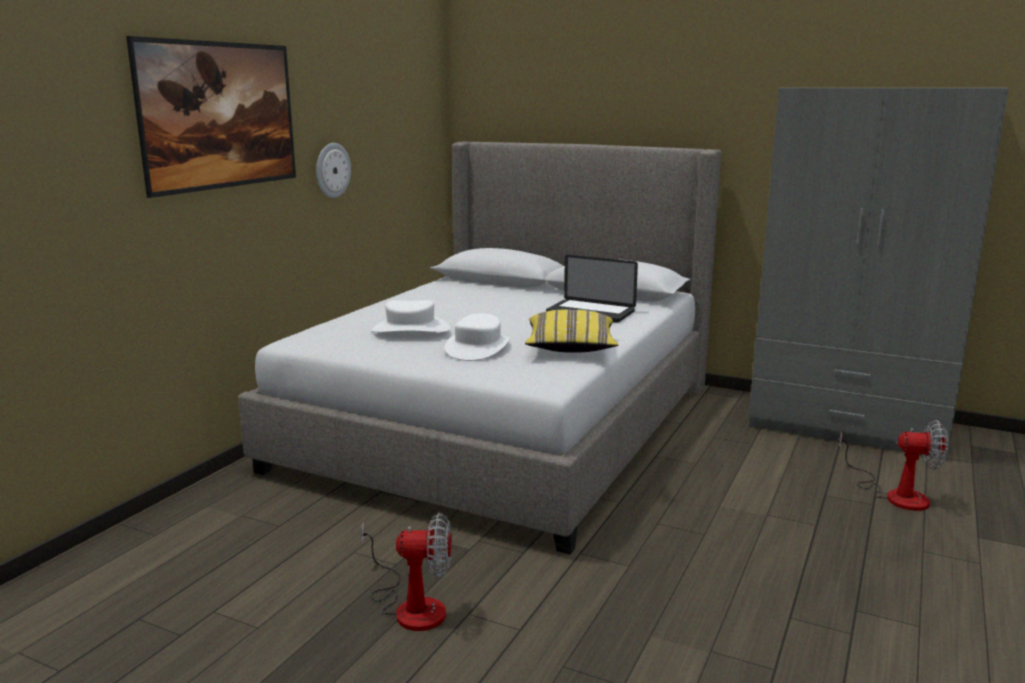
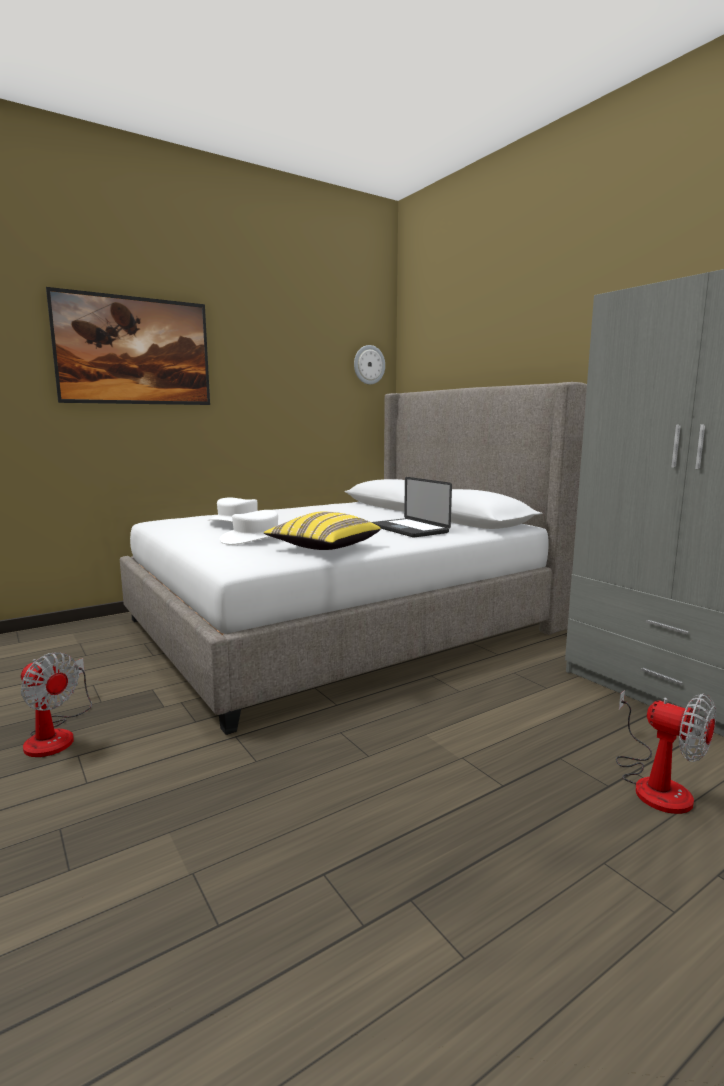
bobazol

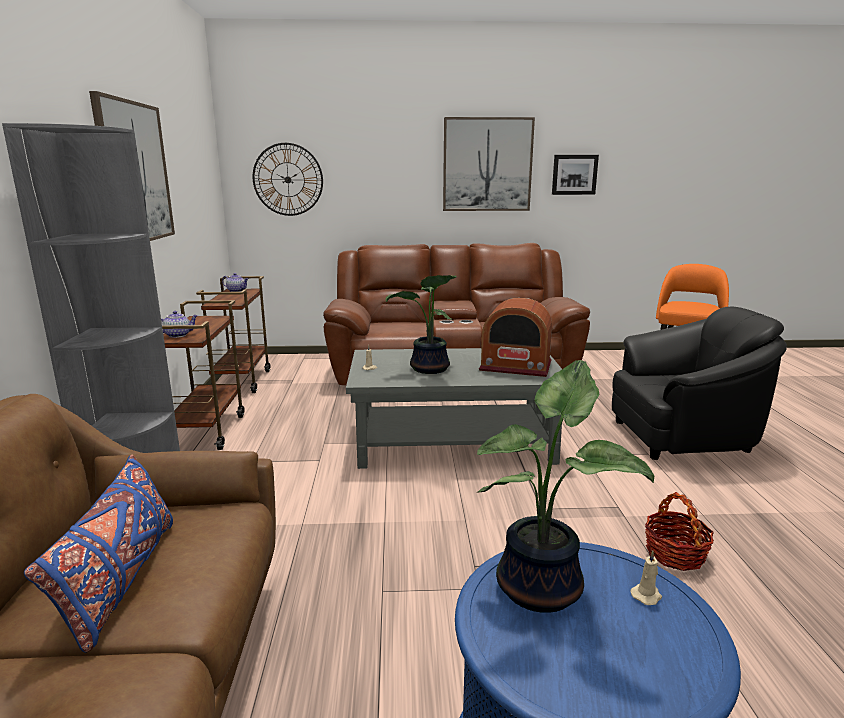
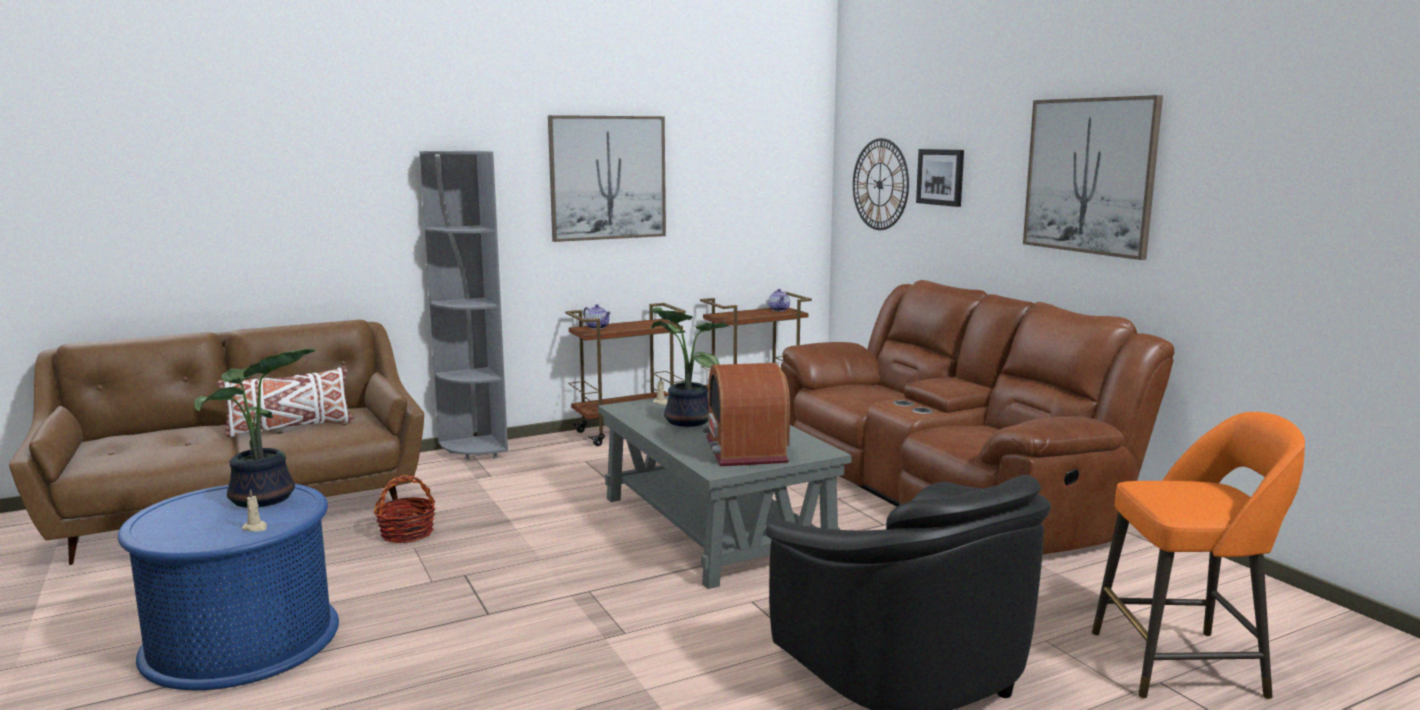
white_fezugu
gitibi (2nd from left)
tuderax

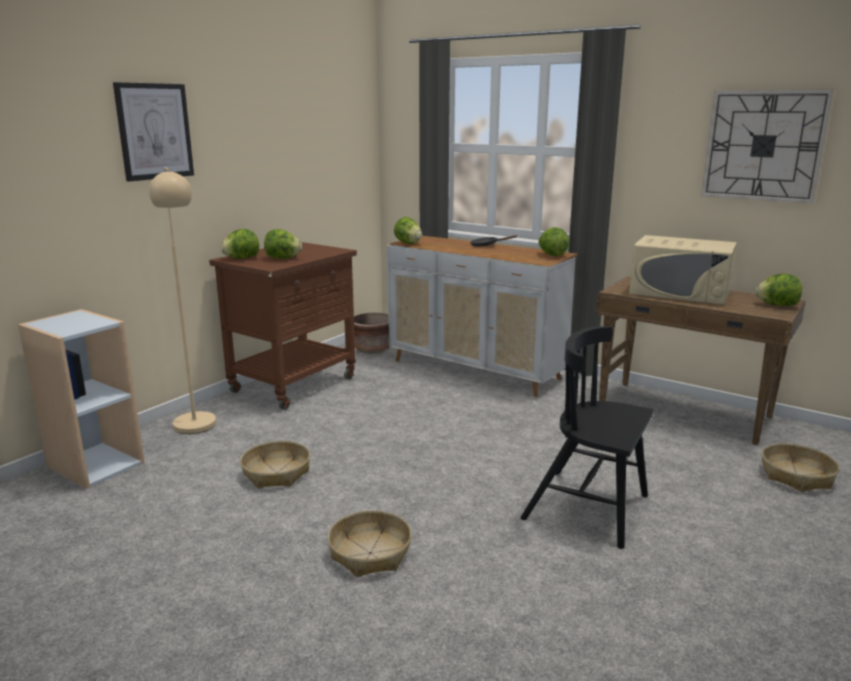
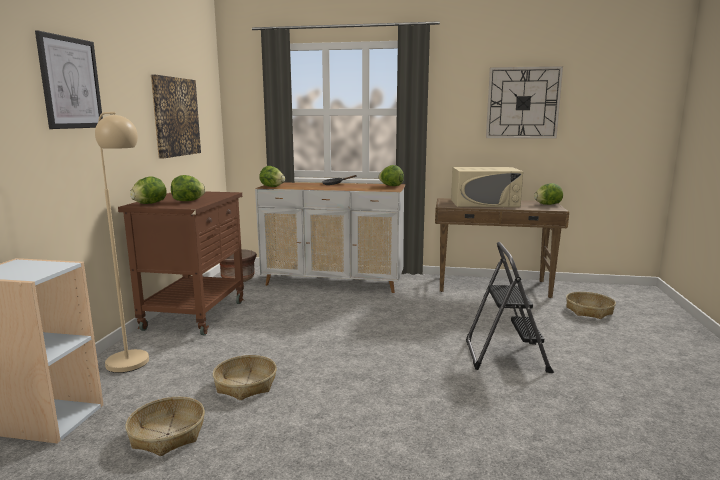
tuderax (1st from left)
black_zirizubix
gitibi (2nd from left)

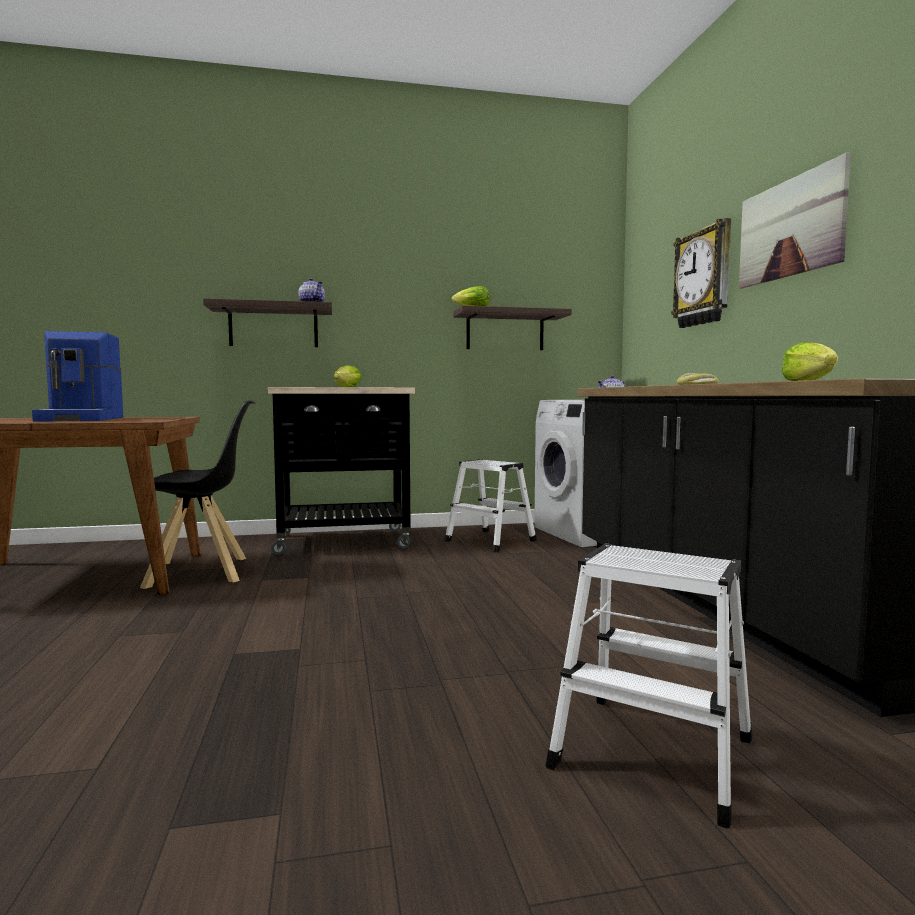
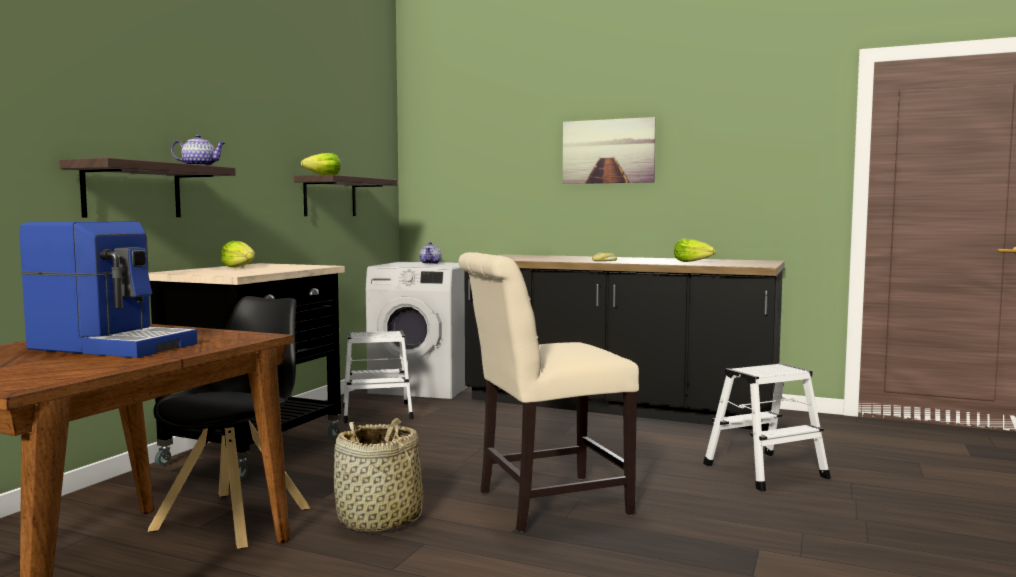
bobazol
tuderax
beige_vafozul

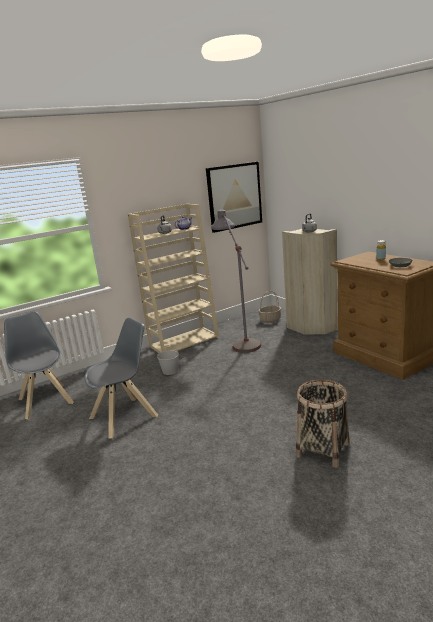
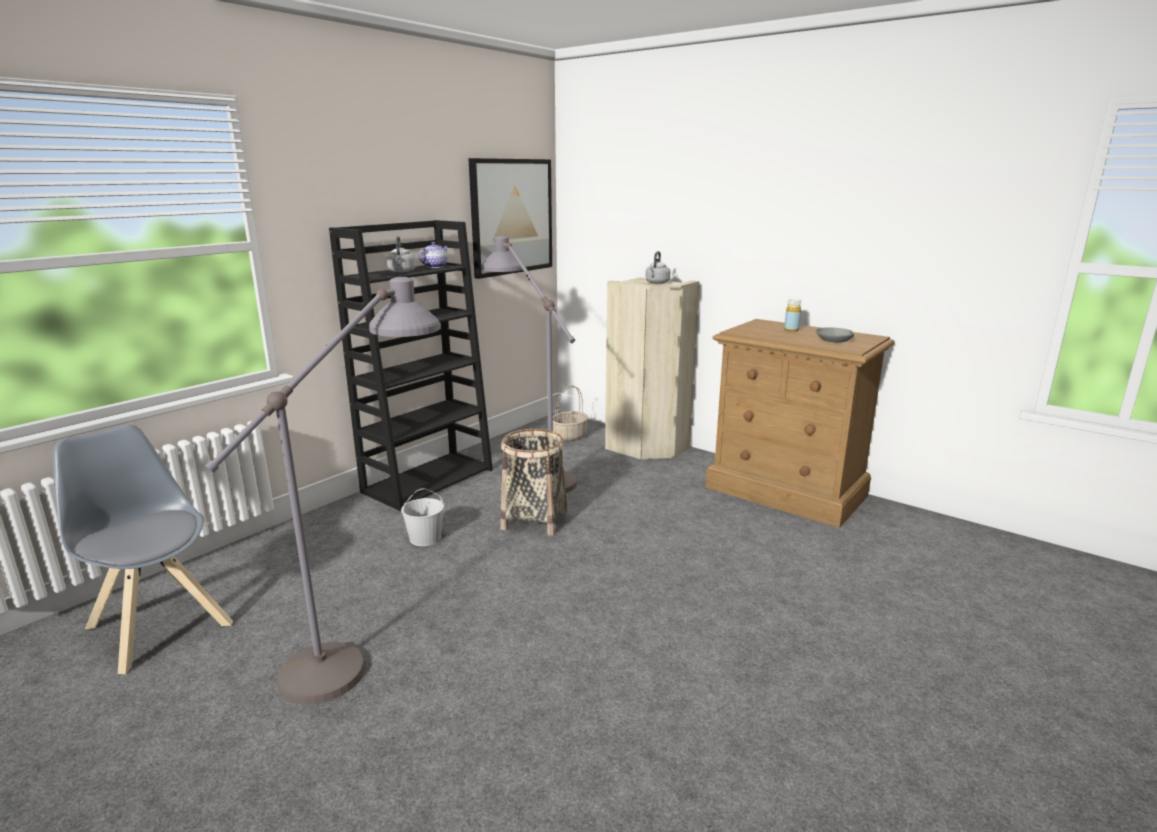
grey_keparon (1st from left)
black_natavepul
tuderax (1st from left)

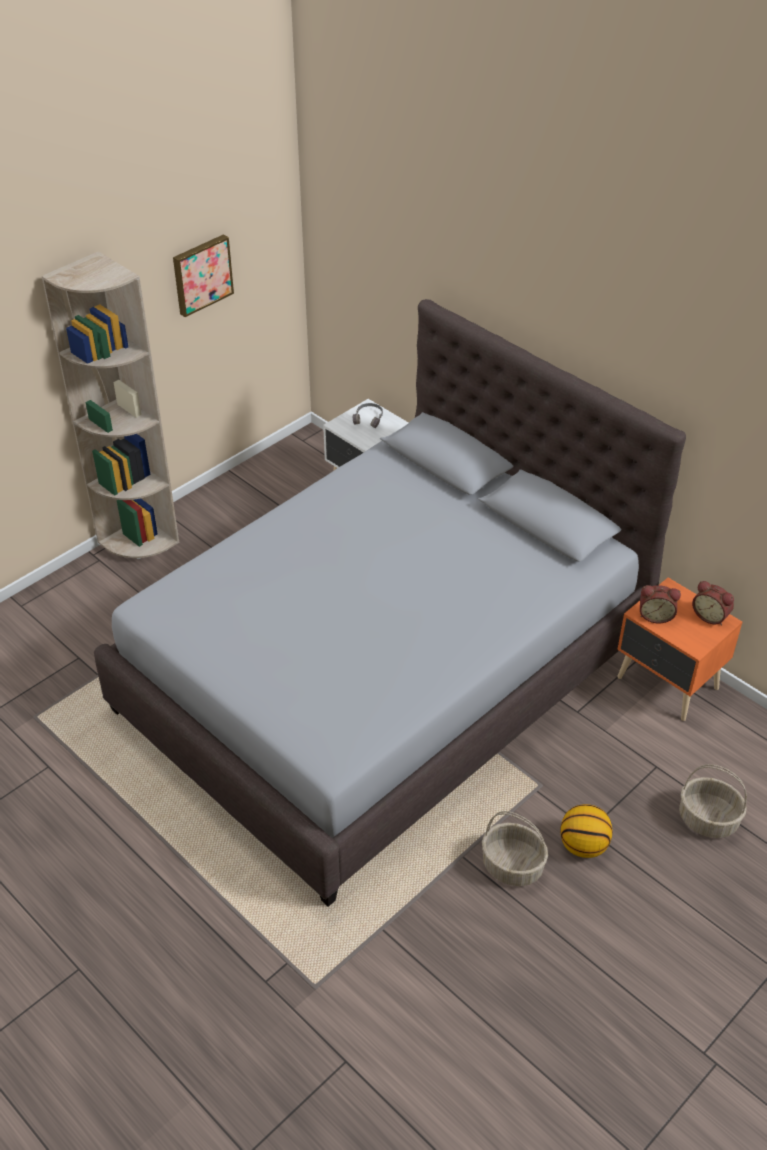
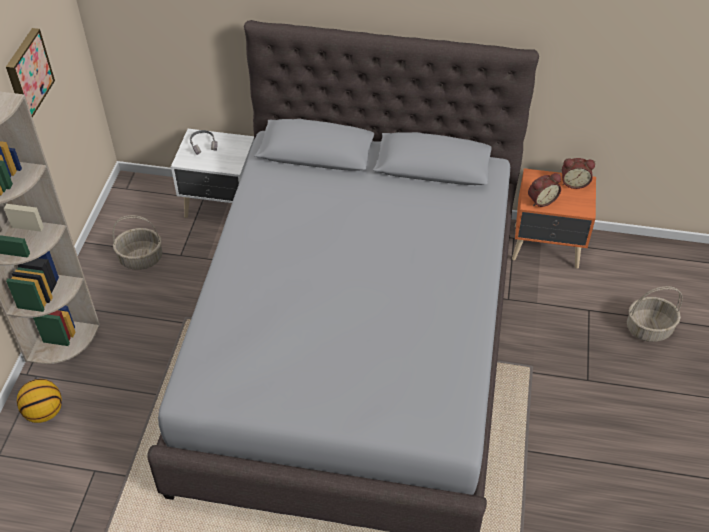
tuderax (1st from left)
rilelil

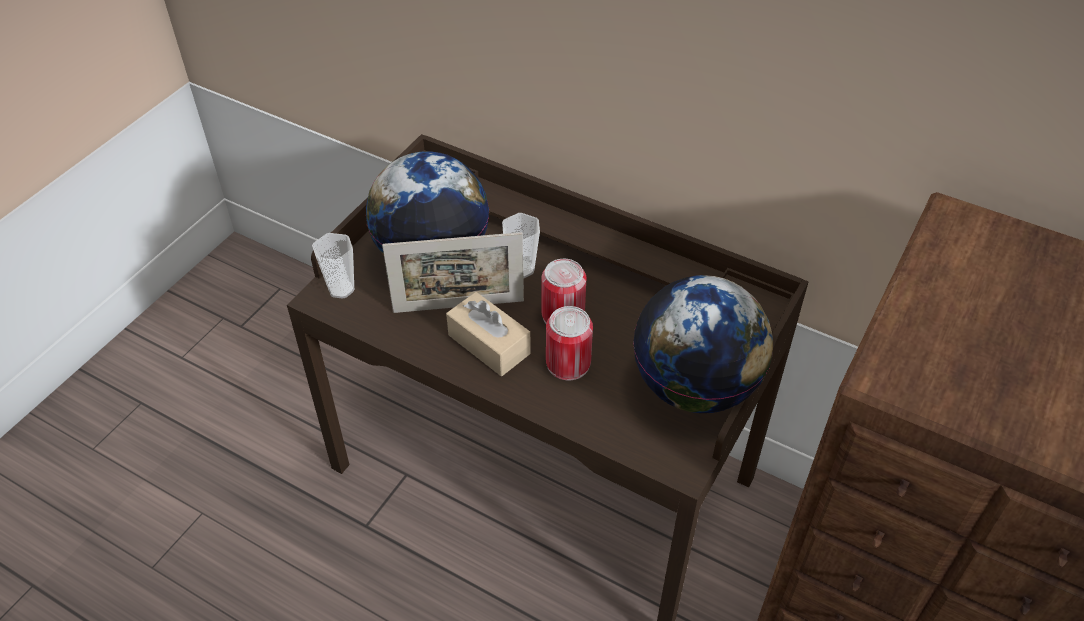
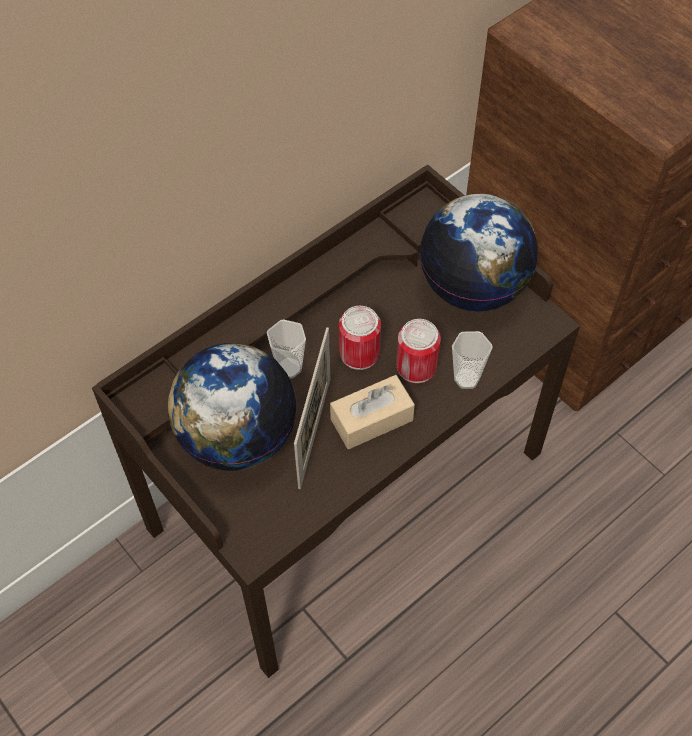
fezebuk (2nd from left)

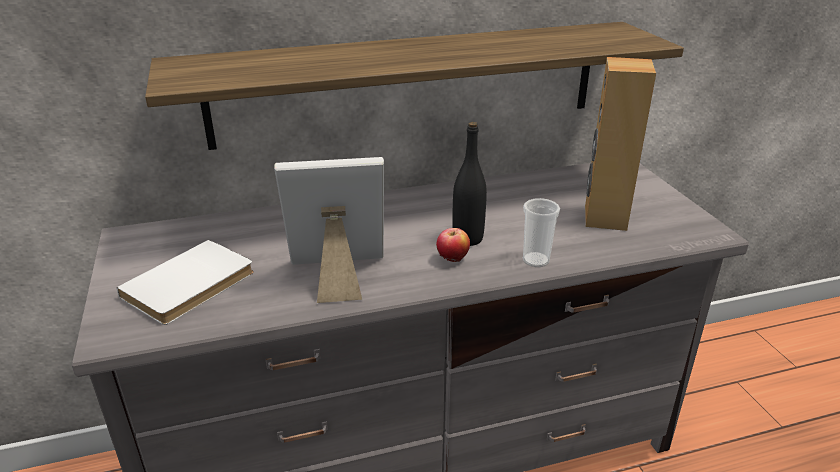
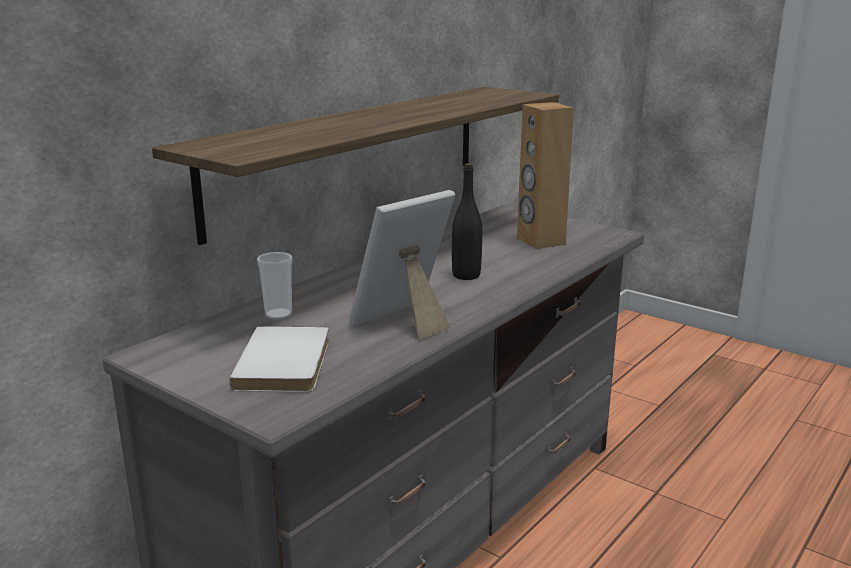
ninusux
fezebuk

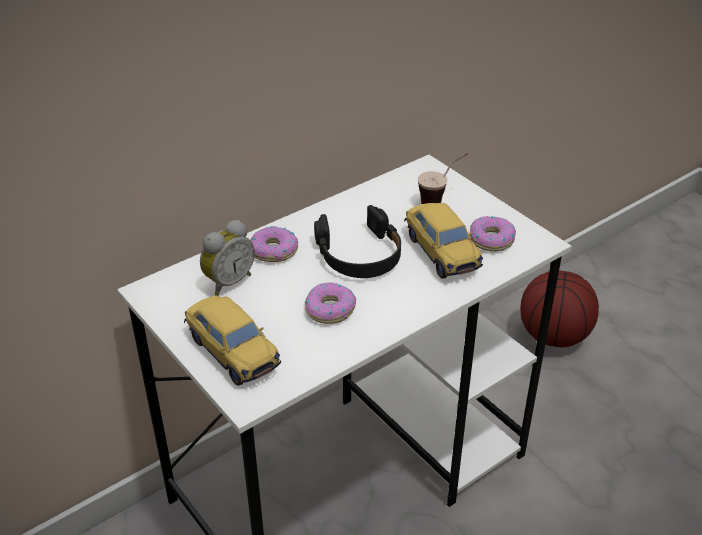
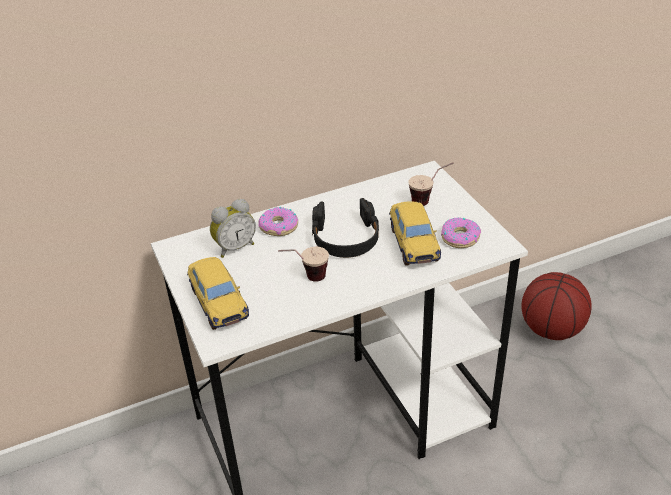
fezebuk (1st from left)

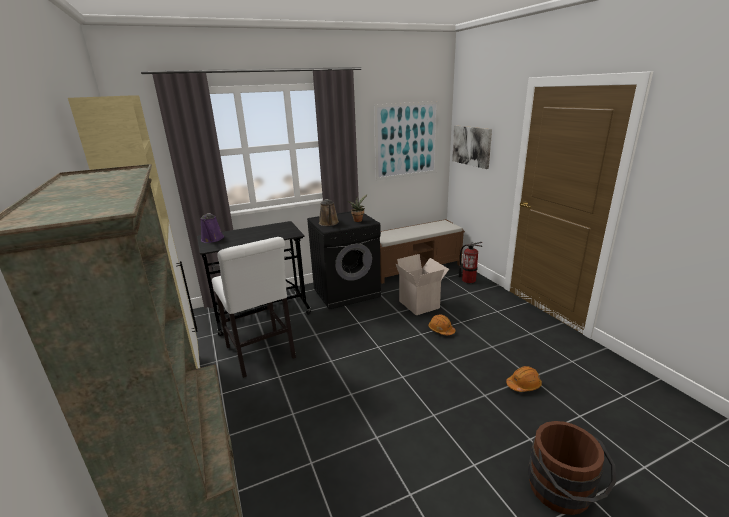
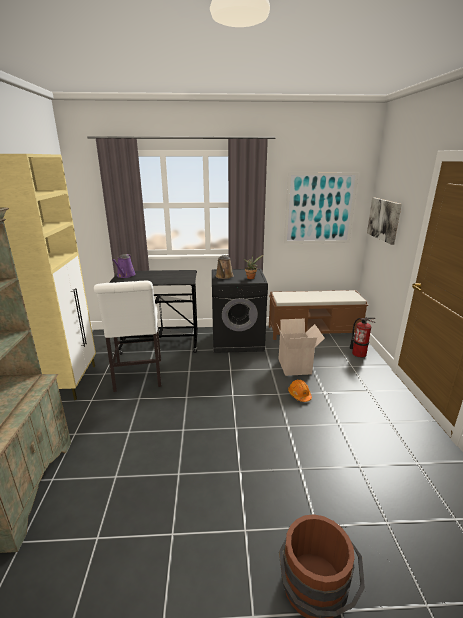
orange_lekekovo (2nd from left in the first image)

